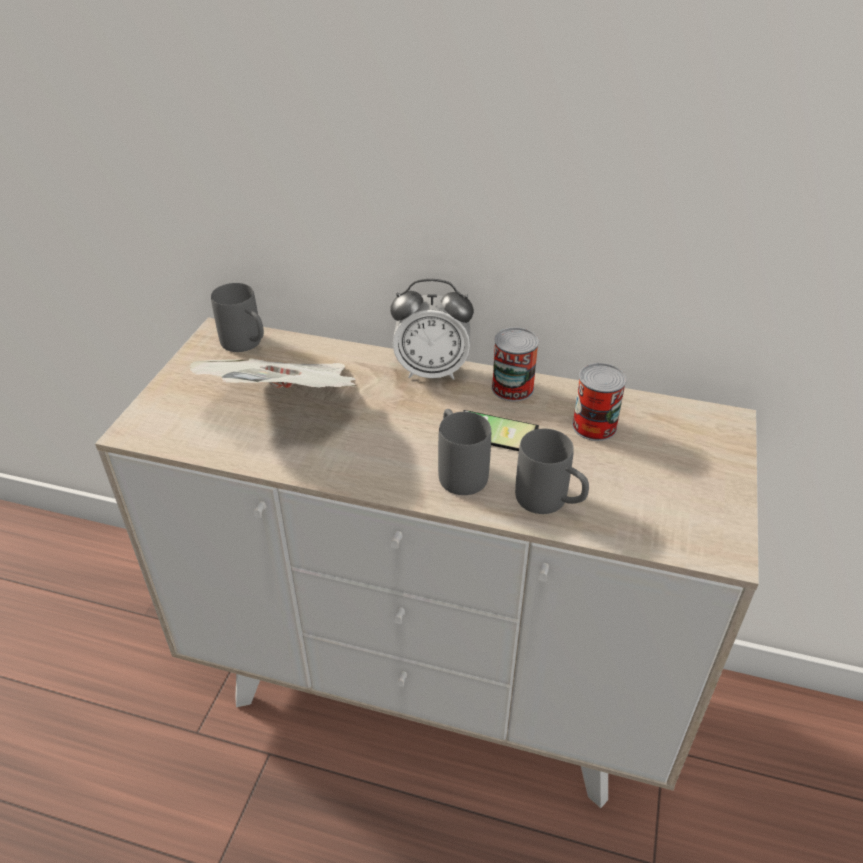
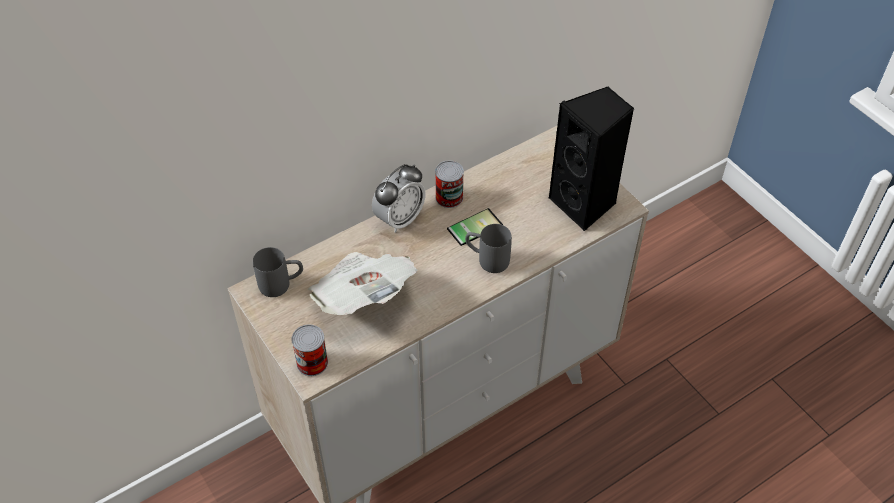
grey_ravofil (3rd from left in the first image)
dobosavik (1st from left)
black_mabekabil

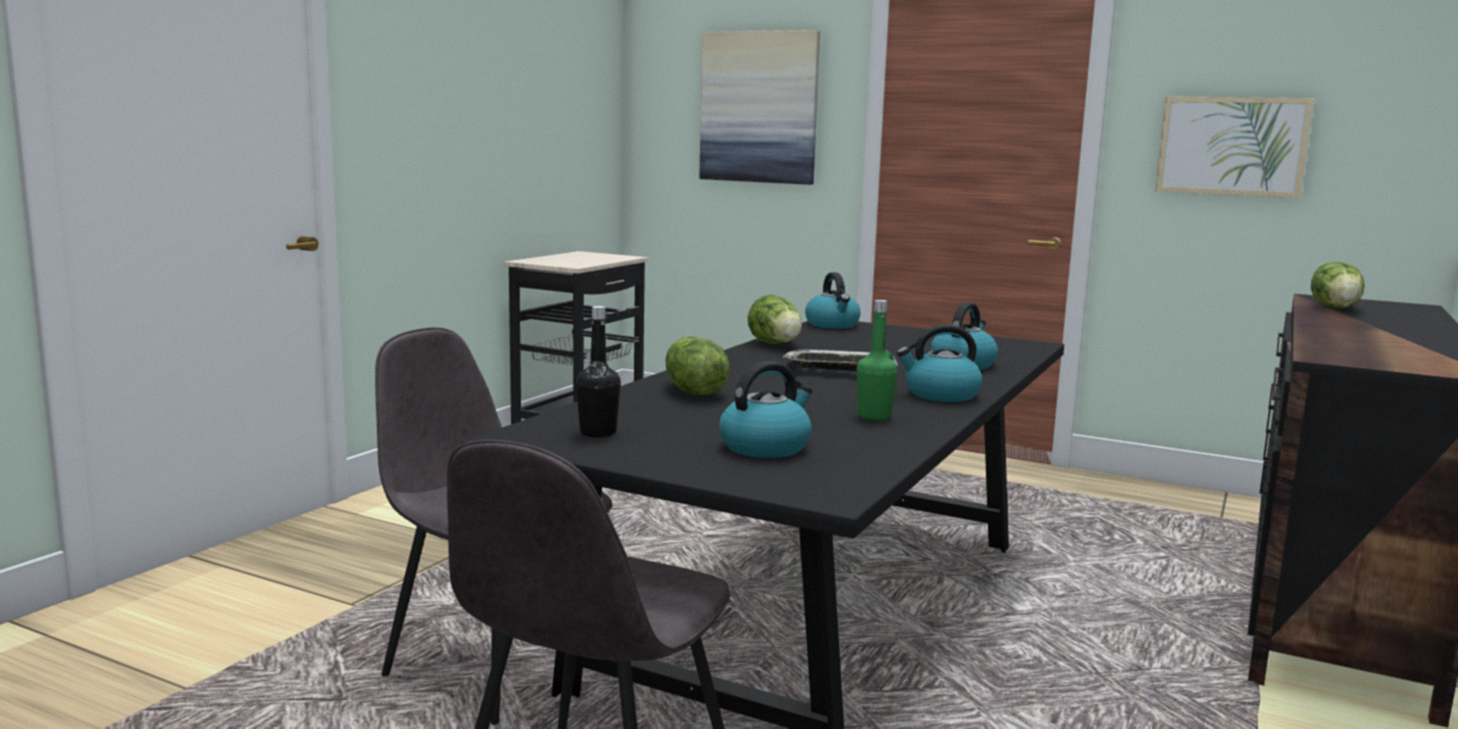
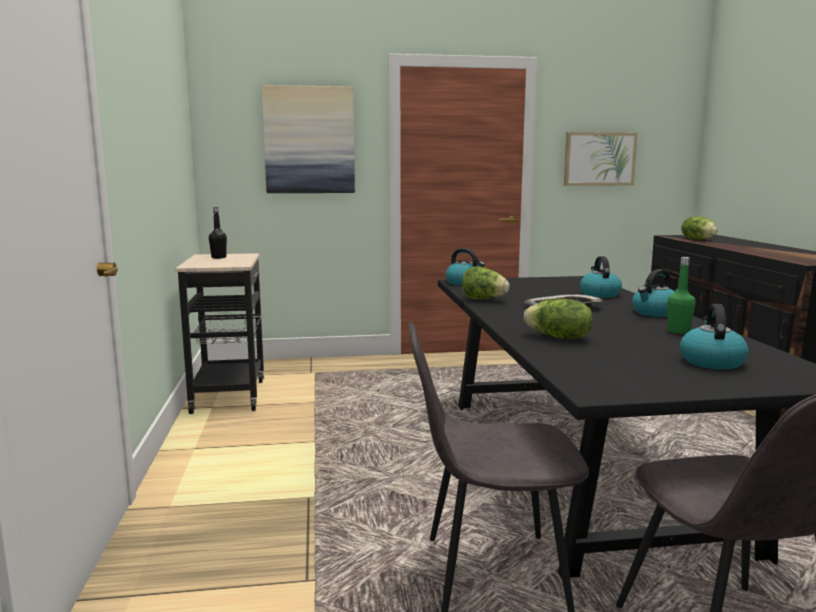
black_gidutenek

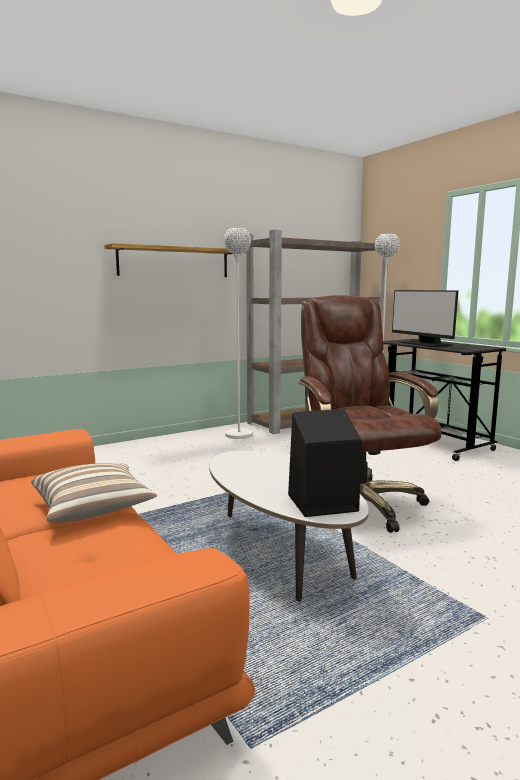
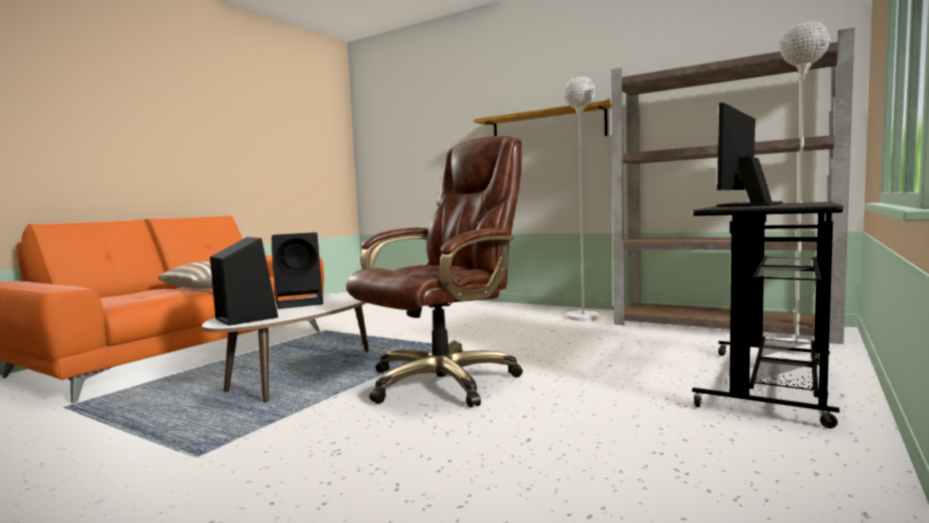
black_mabekabil (2nd from left)

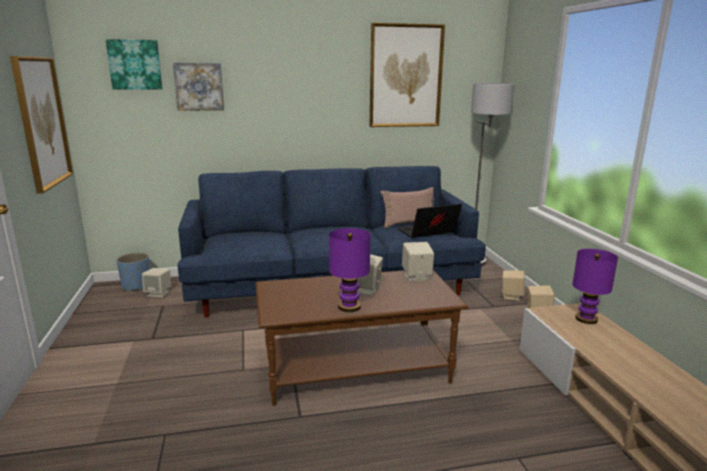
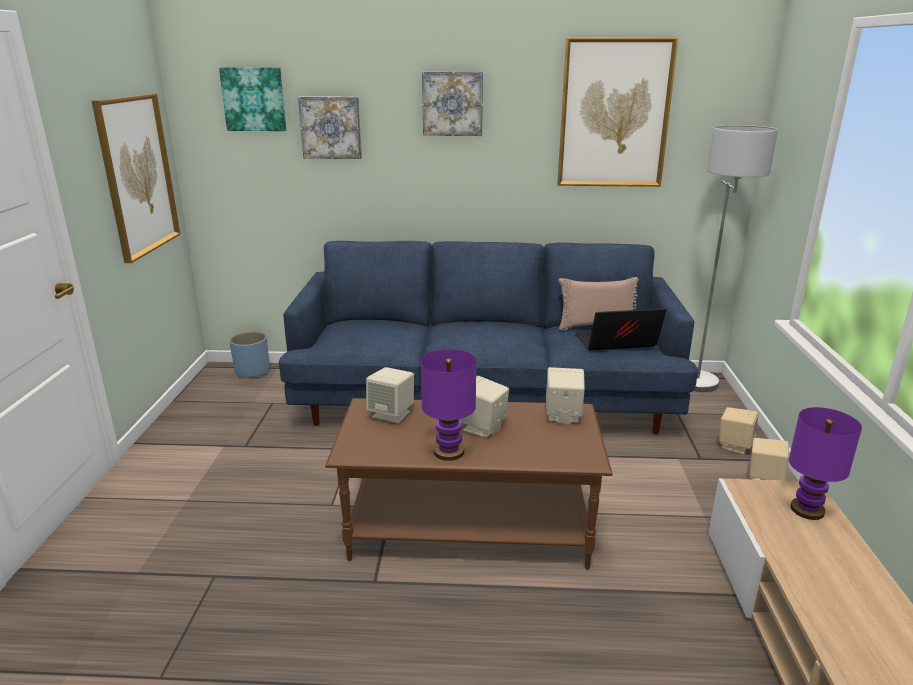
beige_mabekabil (1st from left)
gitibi (4th from left)

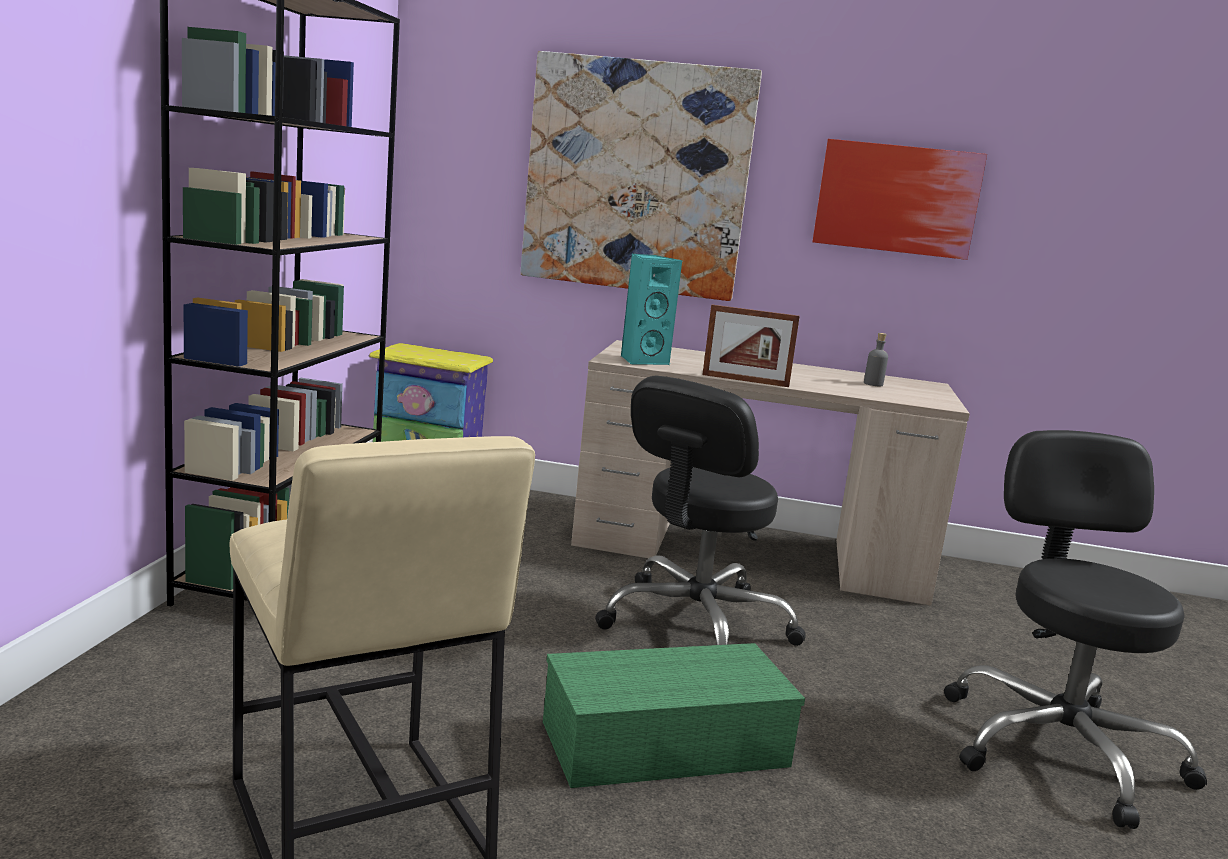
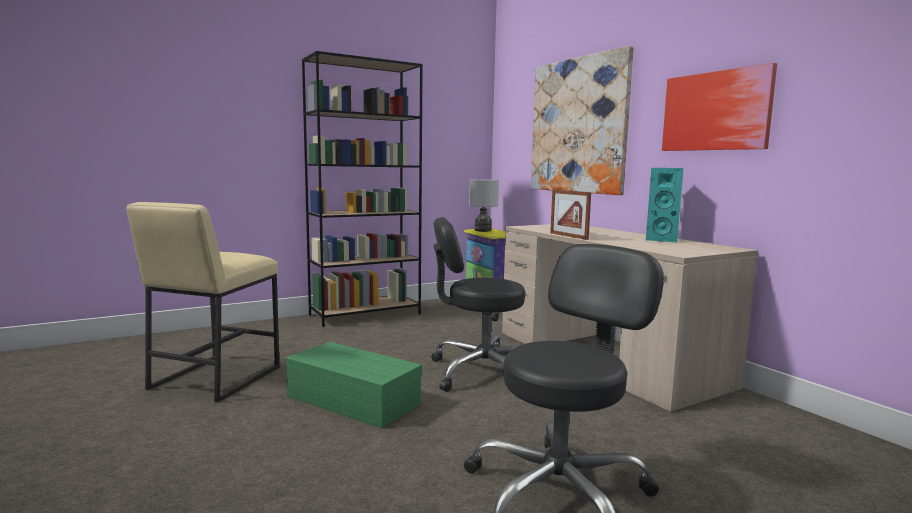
turquoise_mabekabil
grey_gidutenek
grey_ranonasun

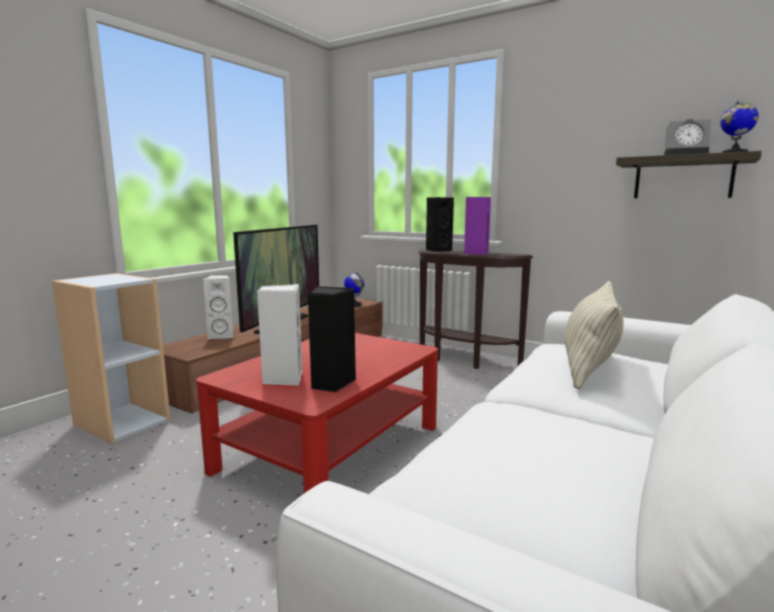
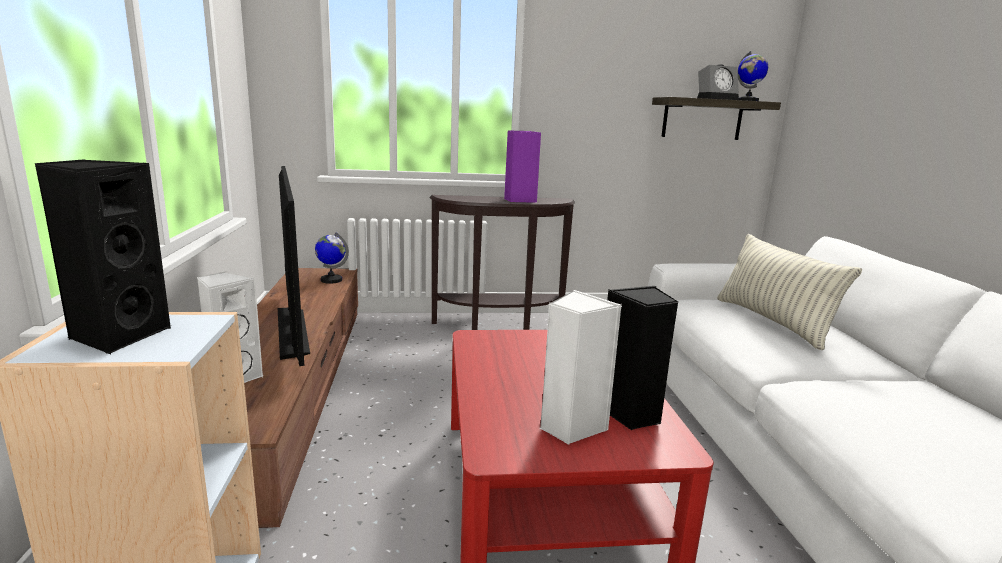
black_mabekabil (1st from left)

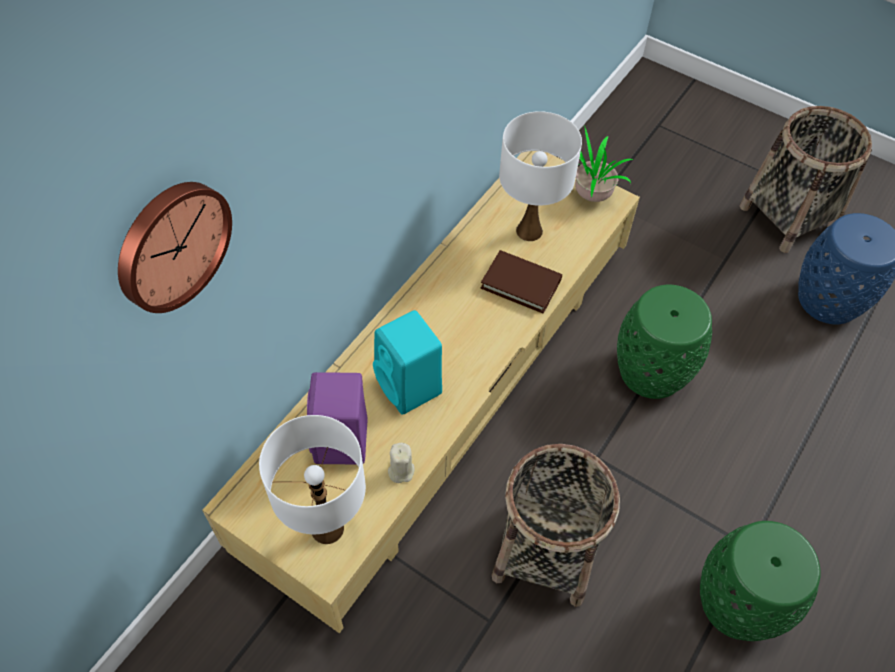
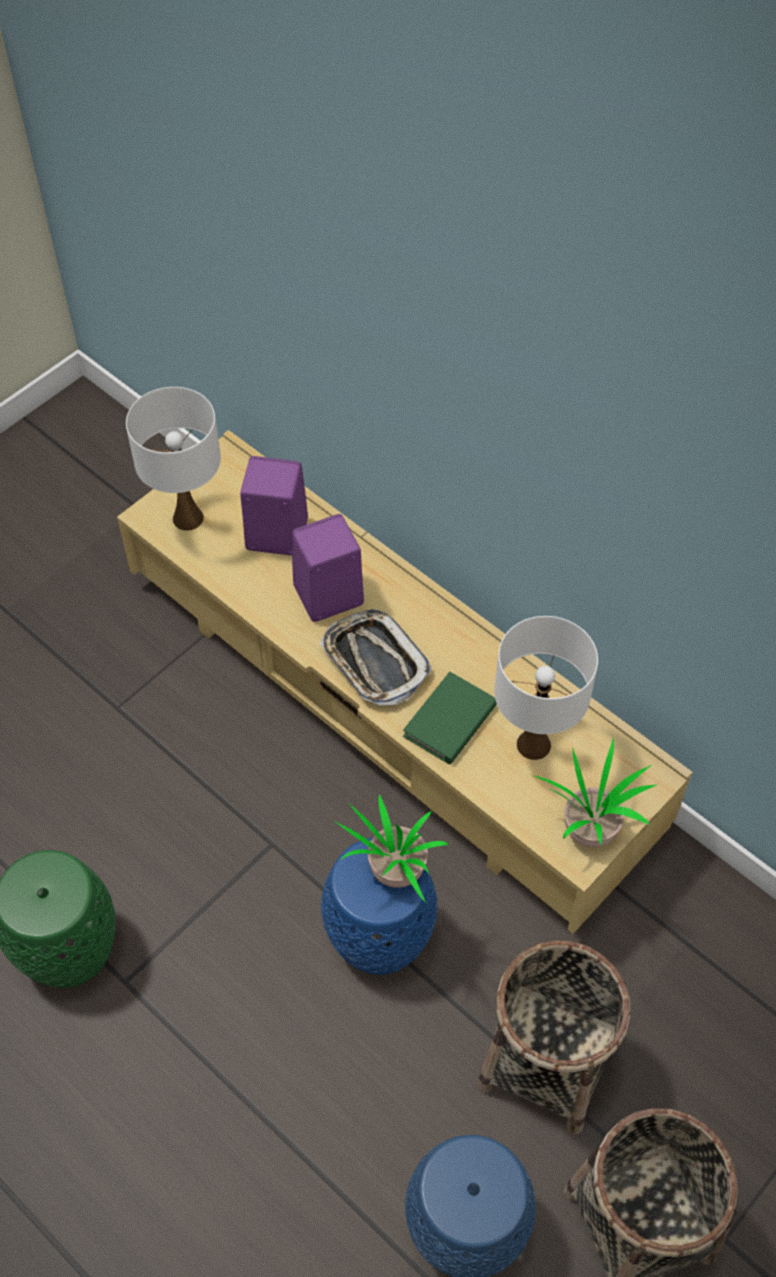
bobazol
purple_mabekabil (2nd from left)
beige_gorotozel
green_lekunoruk
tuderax (1st from left)
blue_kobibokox (1st from left)
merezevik
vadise (1st from left)

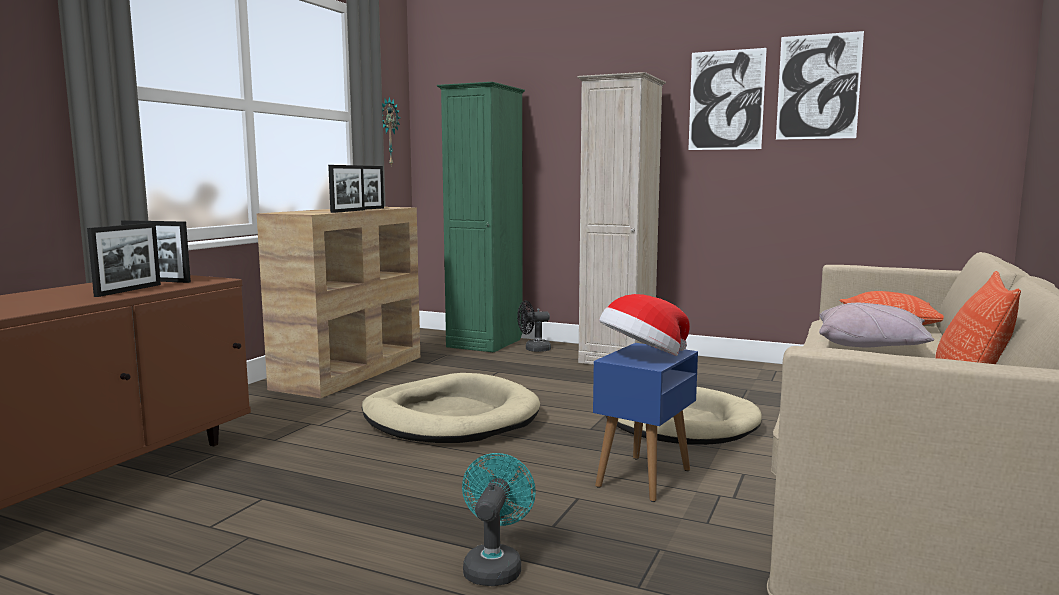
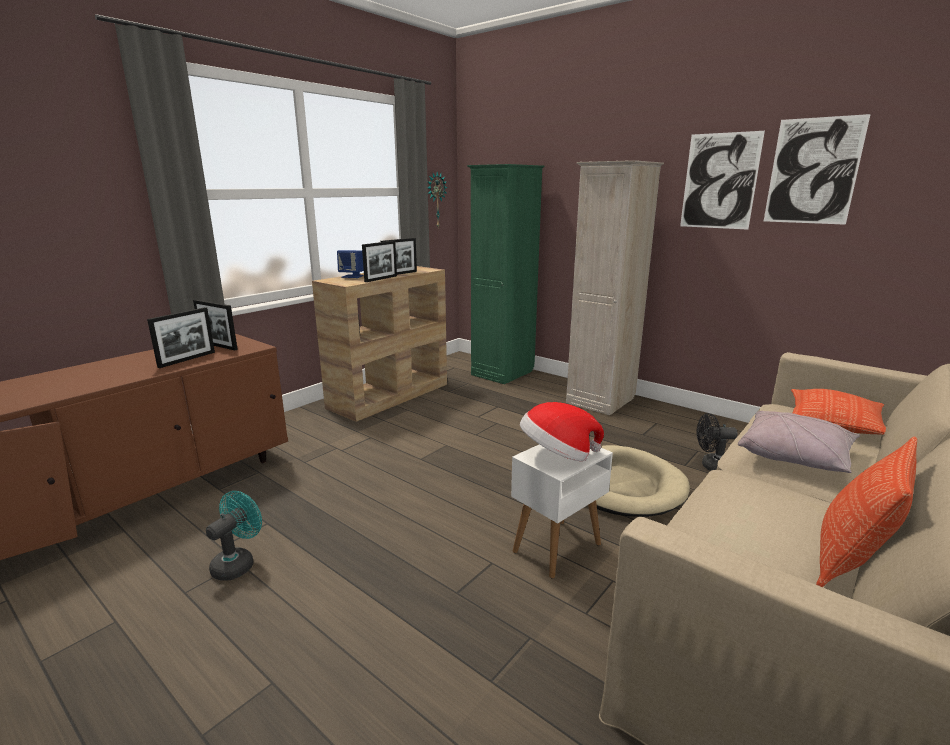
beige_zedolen (1st from left in the first image)
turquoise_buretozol
black_buretozol
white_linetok
blue_mabekabil

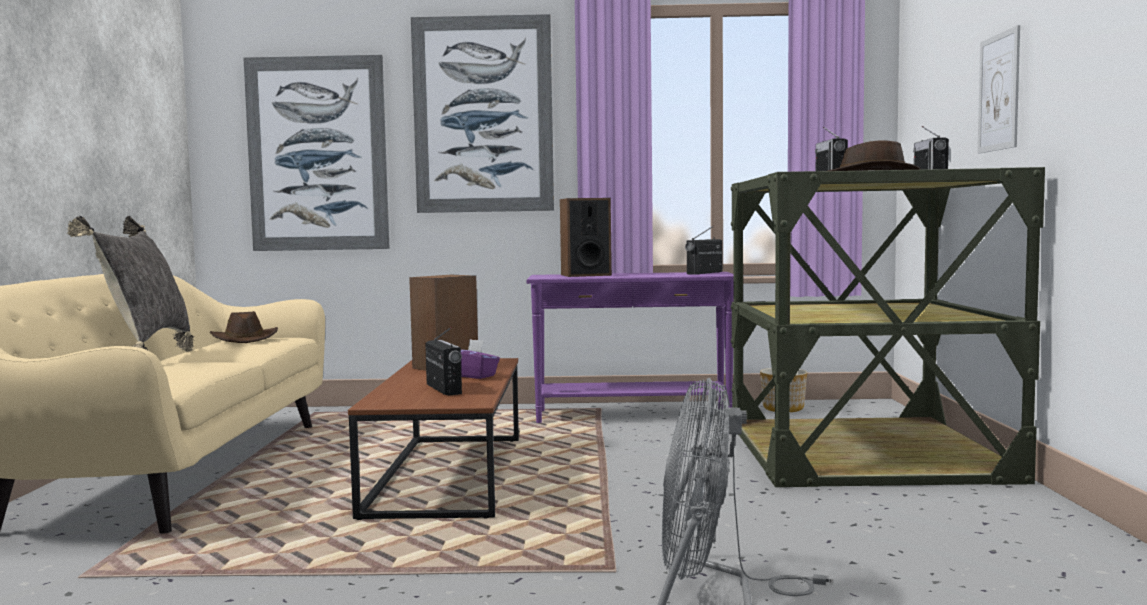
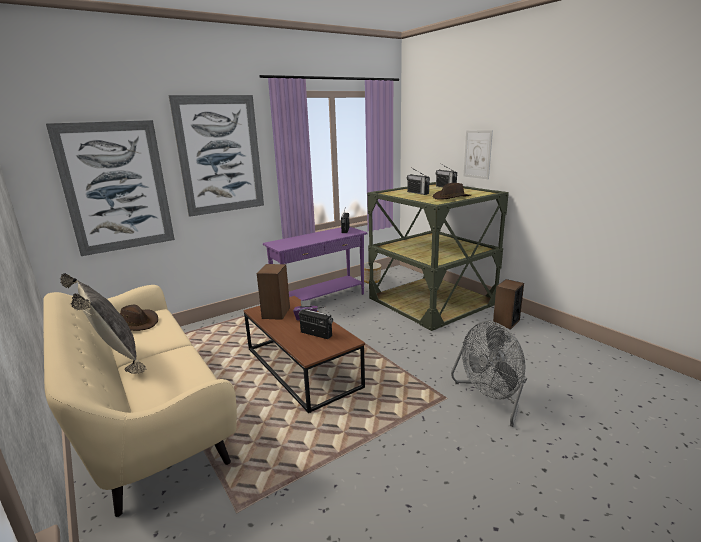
mabekabil (2nd from left)

